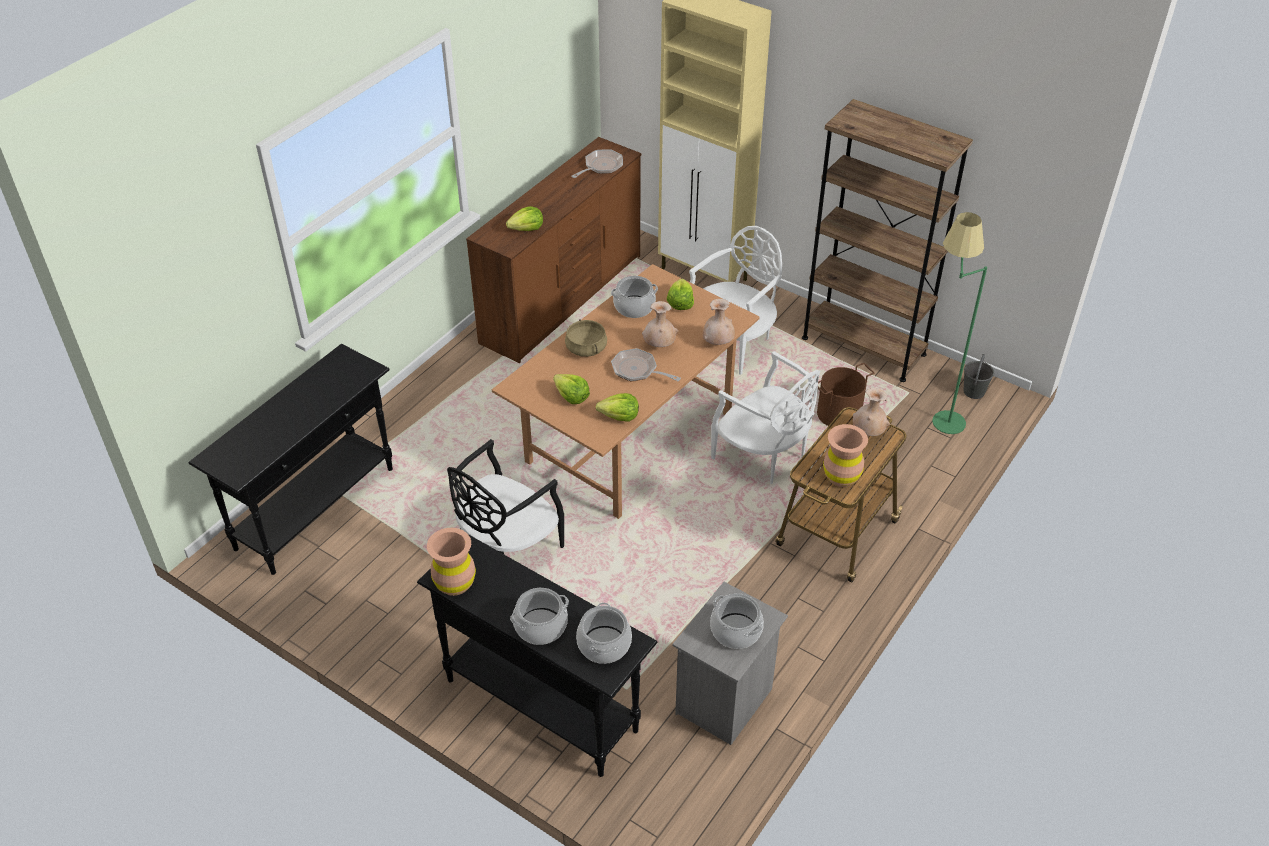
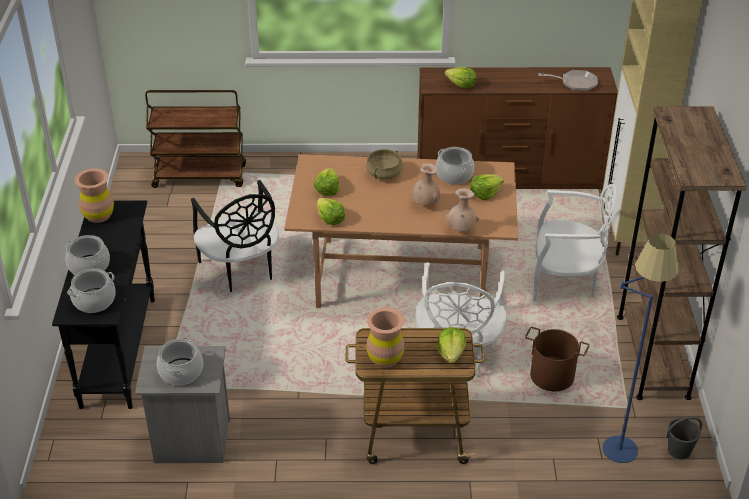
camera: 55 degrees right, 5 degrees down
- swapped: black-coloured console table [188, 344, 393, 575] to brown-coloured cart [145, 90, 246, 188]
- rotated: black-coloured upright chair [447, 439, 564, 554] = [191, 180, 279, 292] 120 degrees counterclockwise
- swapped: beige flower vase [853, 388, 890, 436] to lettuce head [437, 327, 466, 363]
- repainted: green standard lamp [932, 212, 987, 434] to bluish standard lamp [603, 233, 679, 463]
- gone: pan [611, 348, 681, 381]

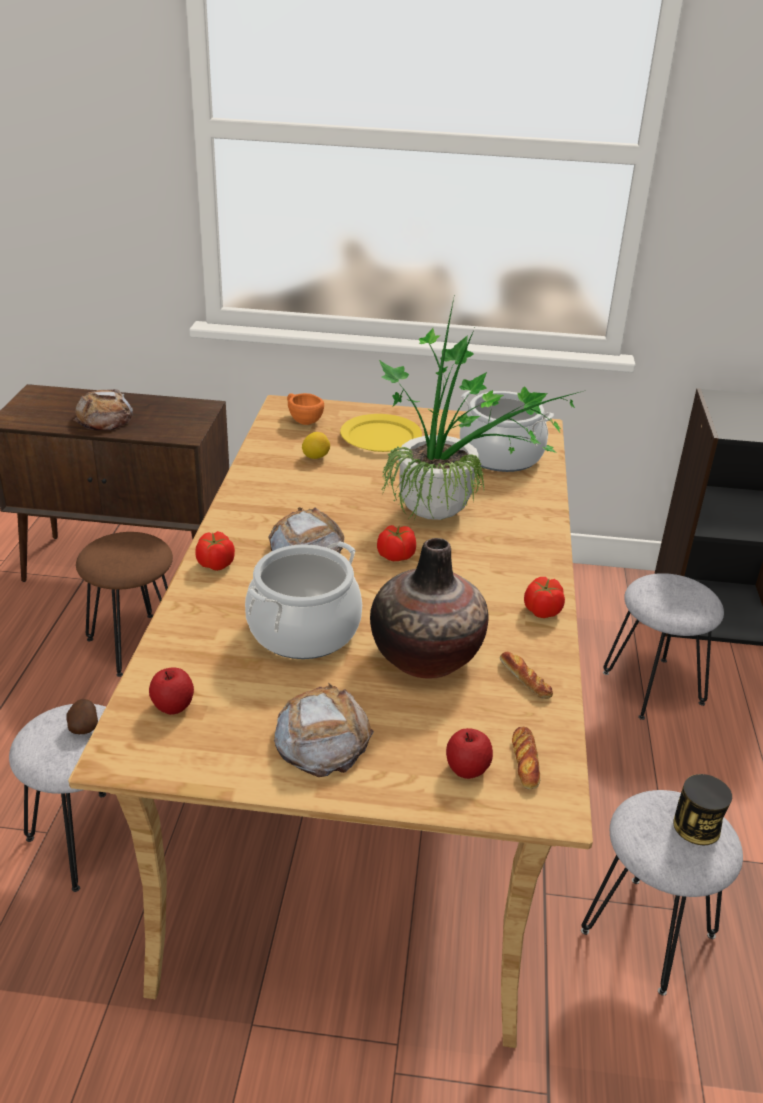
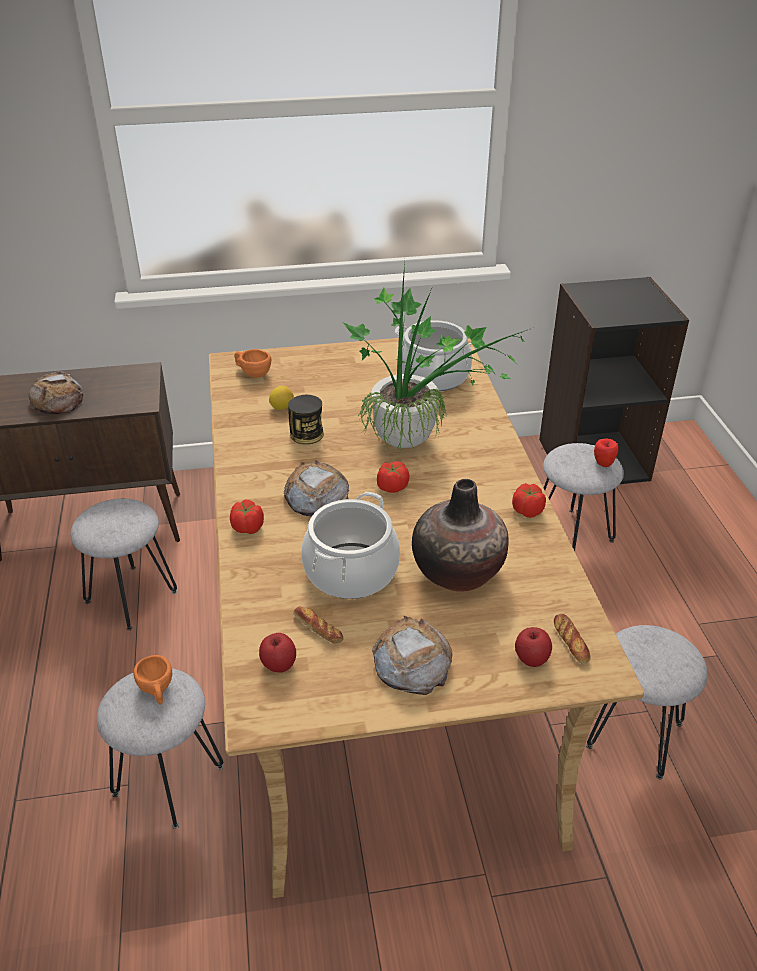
camera: 15 degrees left, 5 degrees up
- repainted: brown-coloured sitting stool [76, 532, 173, 677] to greyish sitting stool [70, 498, 177, 630]
- swapped: whole potato [66, 699, 98, 734] to orange drinking cup [133, 655, 172, 704]
- shifted: metal can [673, 774, 732, 845] to [288, 395, 324, 444]
- shifted: baked bread [500, 652, 553, 699] to [293, 607, 343, 644]
- new: whole apple [594, 438, 619, 467]
- gone: yellow-coloured flat dish [340, 414, 422, 452]

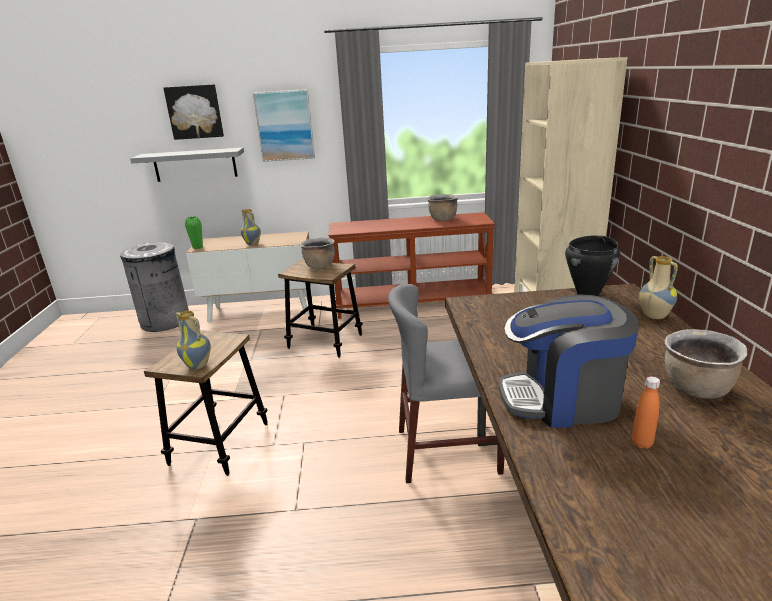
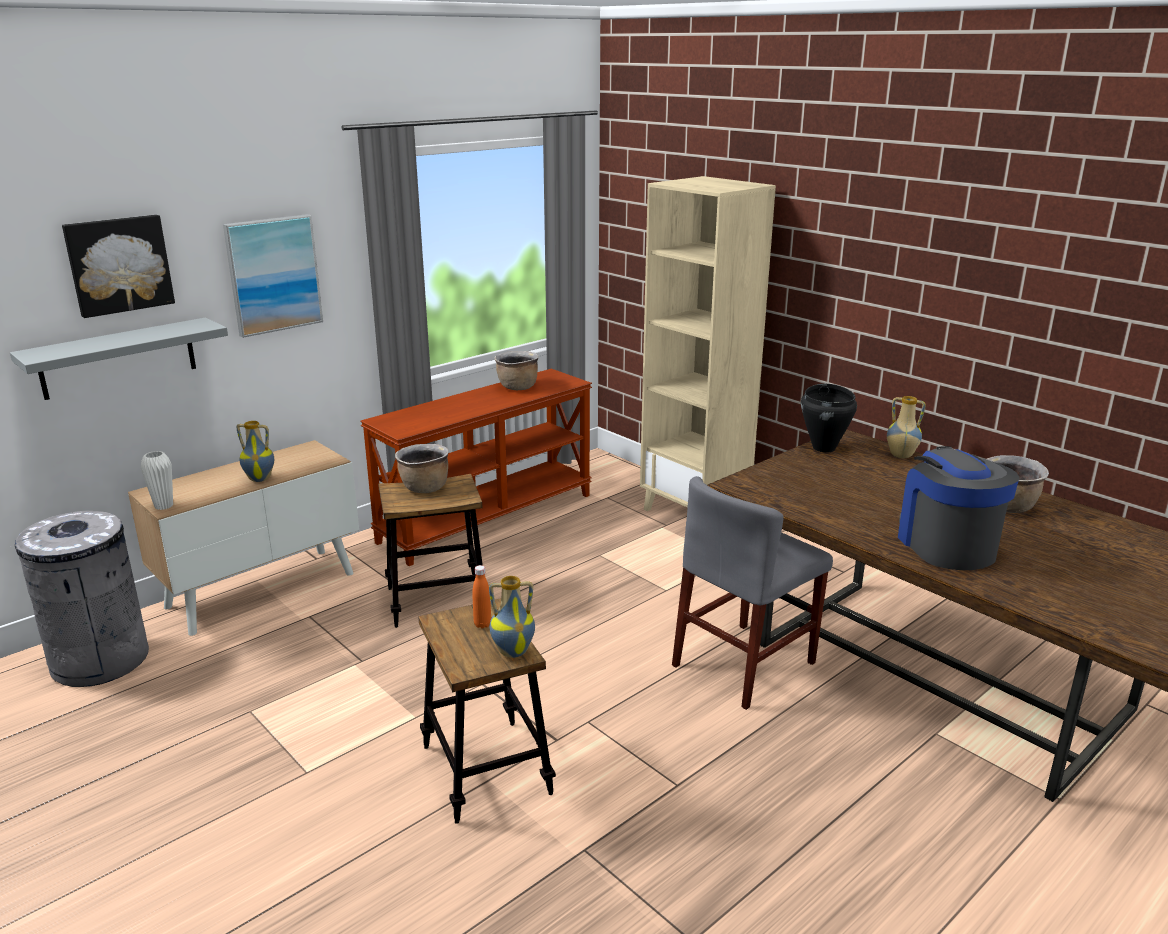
camera: 40 degrees left, 0 degrees up
- repainted: green flower vase [185, 216, 203, 249] to white flower vase [141, 451, 173, 510]
- shifted: orange drink bottle [632, 376, 660, 449] to [472, 565, 491, 628]
- rotated: coffee maker [499, 295, 639, 428] = [898, 446, 1020, 570] 120 degrees clockwise

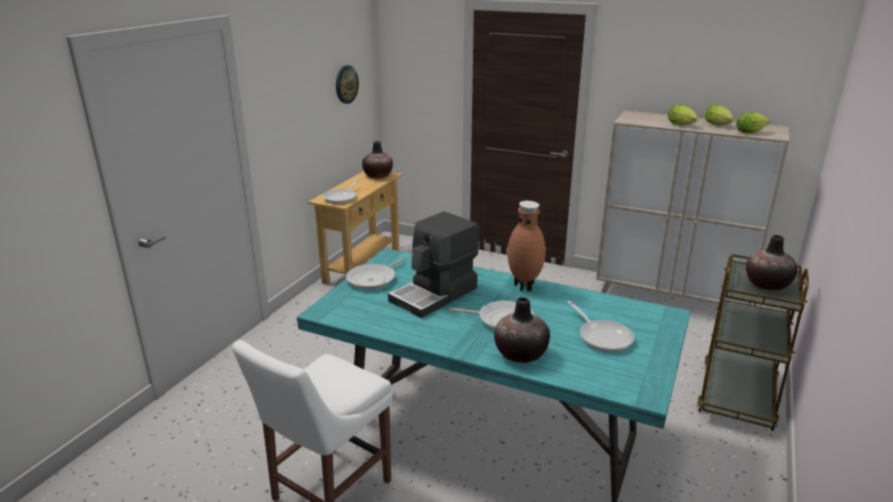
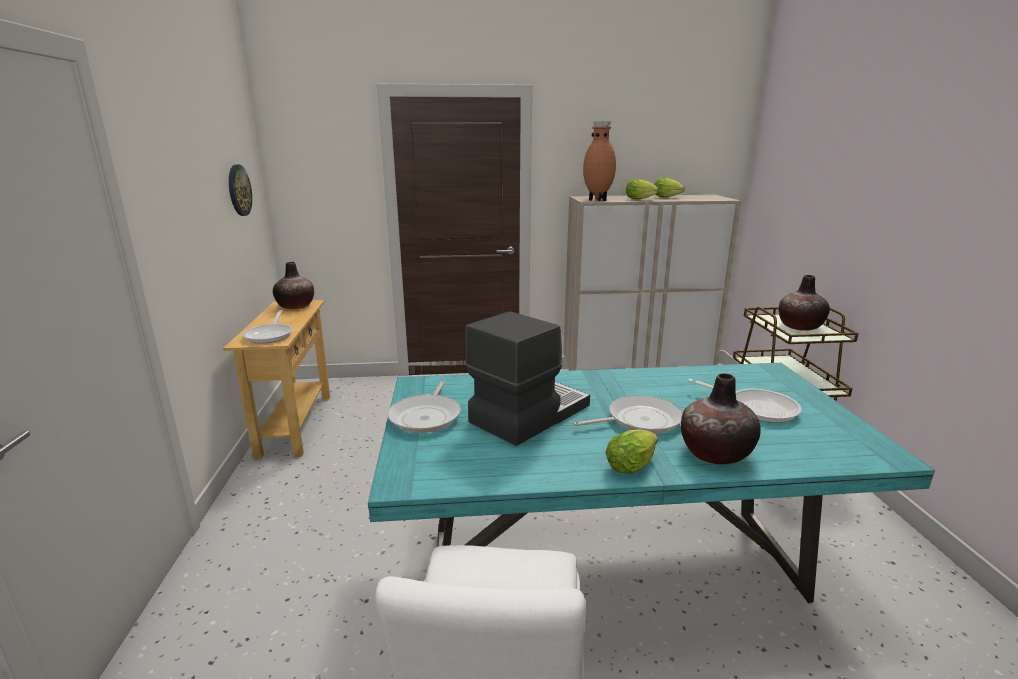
camera: 30 degrees left, 5 degrees down
- rotated: coffee maker [388, 211, 479, 318] = [465, 312, 590, 446] 150 degrees counterclockwise
- shifted: brown-coloured flower vase [508, 201, 546, 291] to [583, 121, 616, 201]
- shifted: lettuce head [736, 112, 770, 133] to [605, 429, 658, 474]

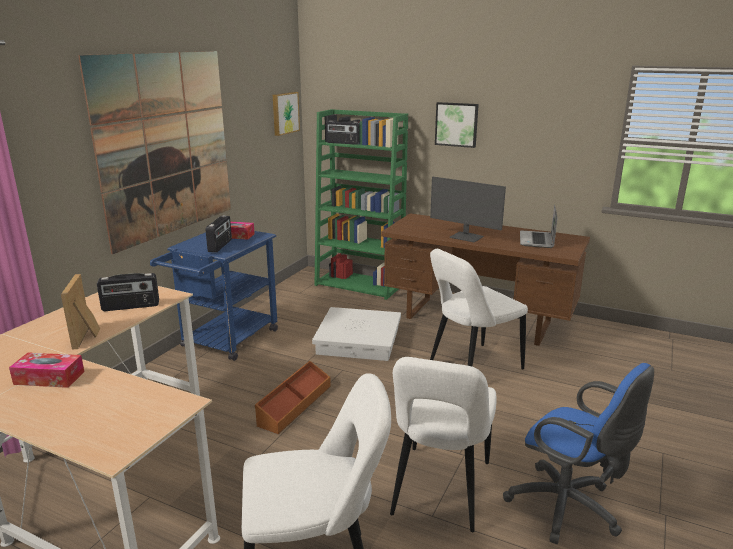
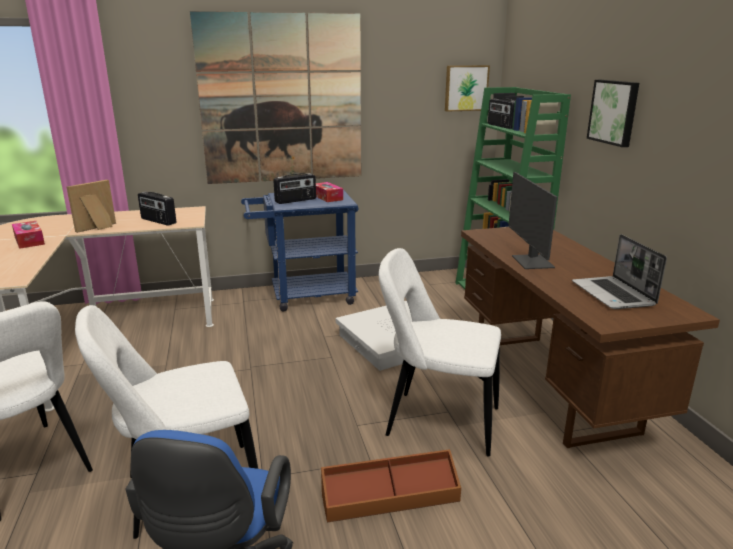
camera: 50 degrees right, 0 degrees up
- shifted: brown-coloured storage box [255, 361, 331, 434] to [321, 449, 461, 522]
- rotated: notebook computer [520, 205, 558, 248] = [572, 234, 667, 309] 75 degrees counterclockwise

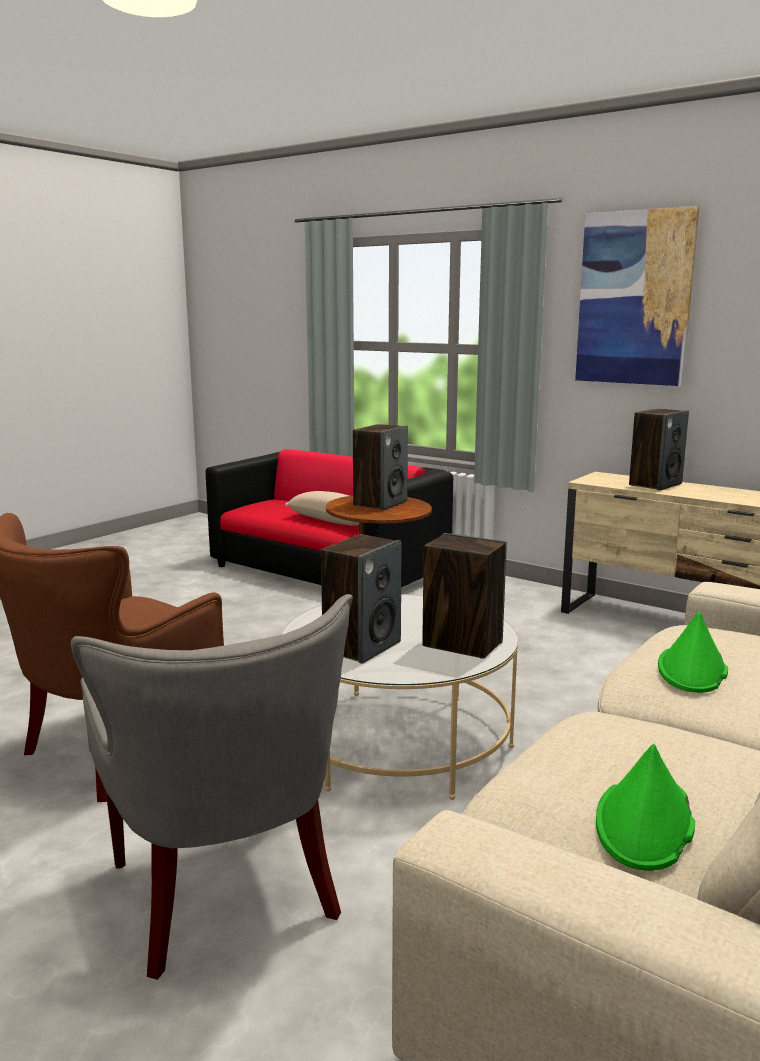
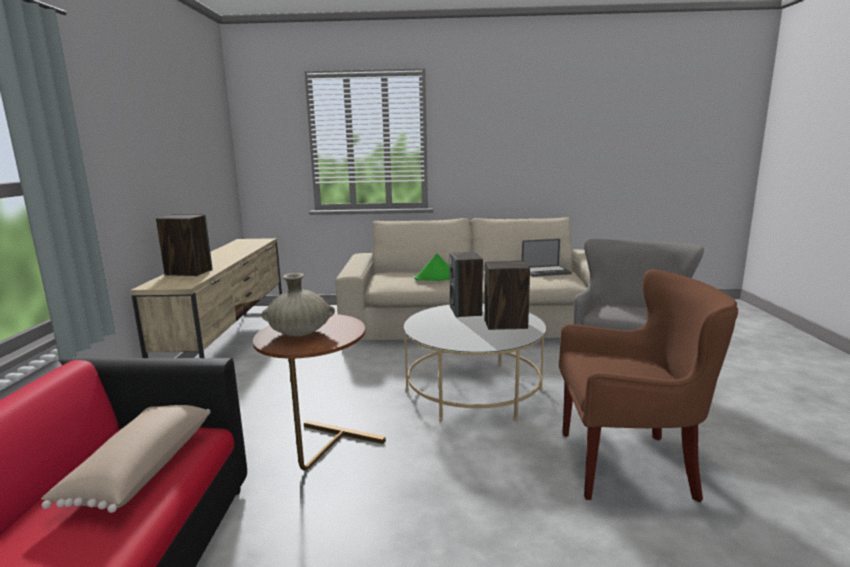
camera: 125 degrees left, 0 degrees up
- swapped: audio speaker [353, 424, 408, 511] to beige flower vase [261, 273, 335, 336]
- swapped: green hat [596, 744, 695, 871] to notebook computer [522, 239, 572, 277]
- gone: picture [575, 206, 700, 386]

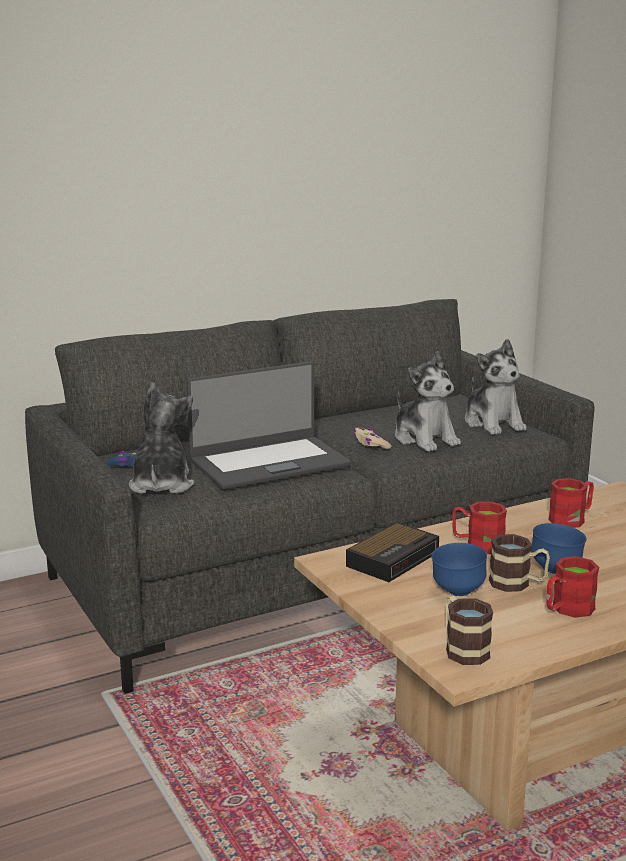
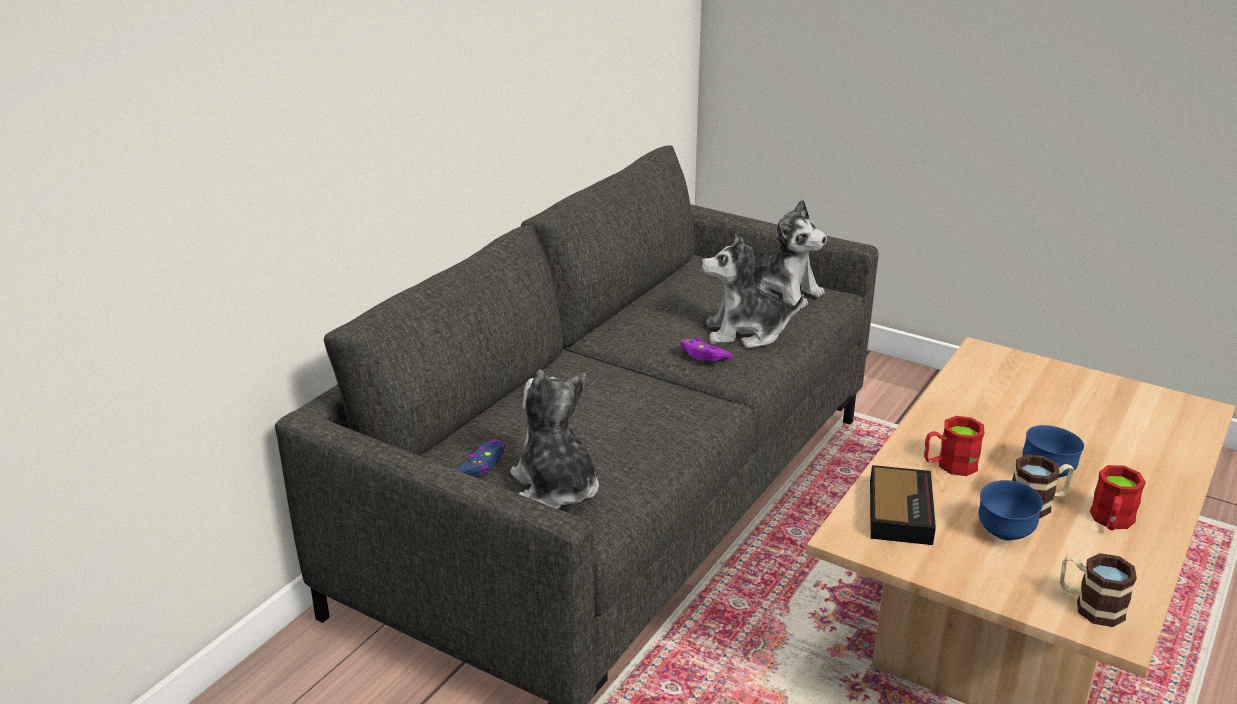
camera: 30 degrees left, 10 degrees up
- repainted: beige gamepad [354, 427, 391, 449] to purple gamepad [680, 337, 733, 361]
- rotated: plush toy [395, 351, 461, 452] = [701, 234, 804, 348] 150 degrees clockwise
- gone: notebook computer [186, 361, 351, 490]
- gone: red-coloured tea mug [548, 478, 594, 528]

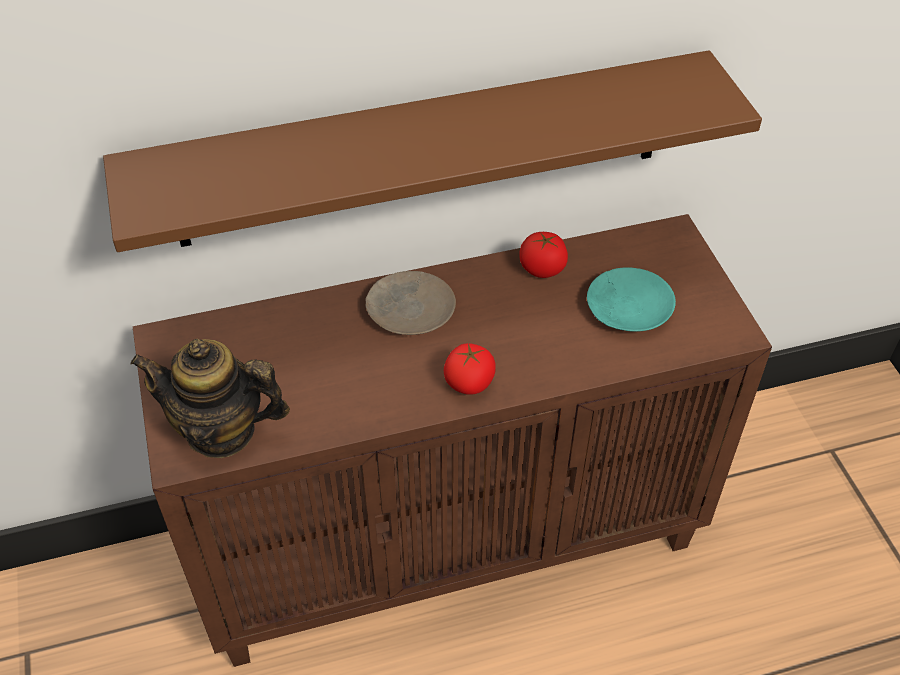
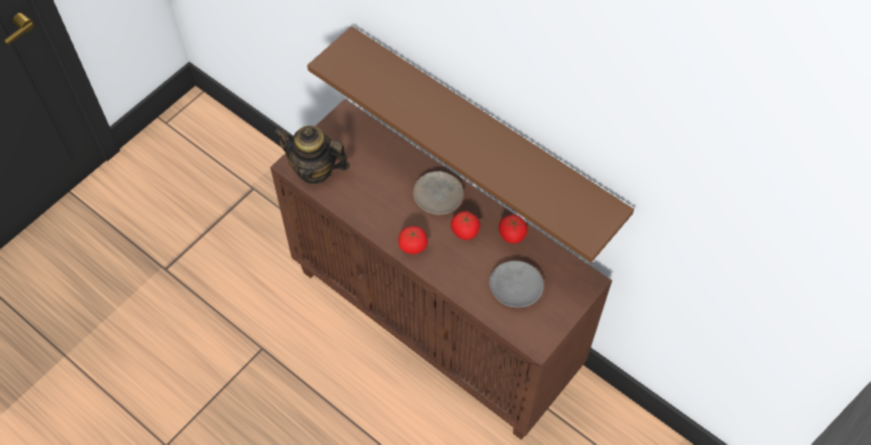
camera: 55 degrees right, 10 degrees up
- rotated: pot for tea [131, 339, 290, 458] = [274, 126, 350, 185] 45 degrees counterclockwise
- new: fresh tomato [451, 211, 480, 240]
- repainted: turquoise-coloured flat dish [587, 267, 676, 332] to greyish flat dish [489, 261, 544, 308]

